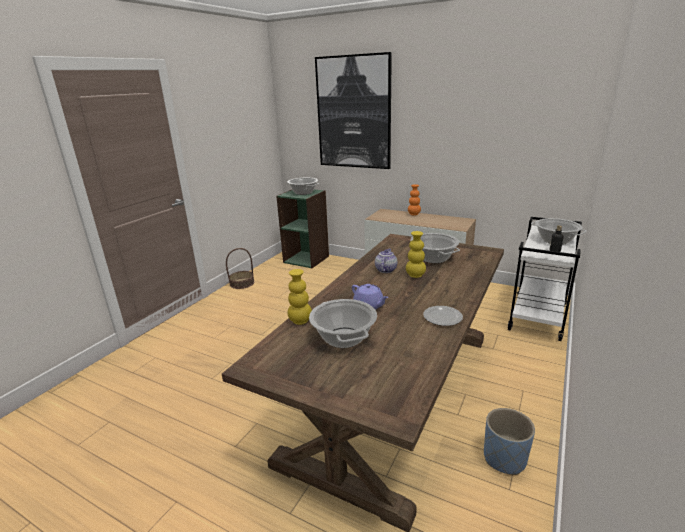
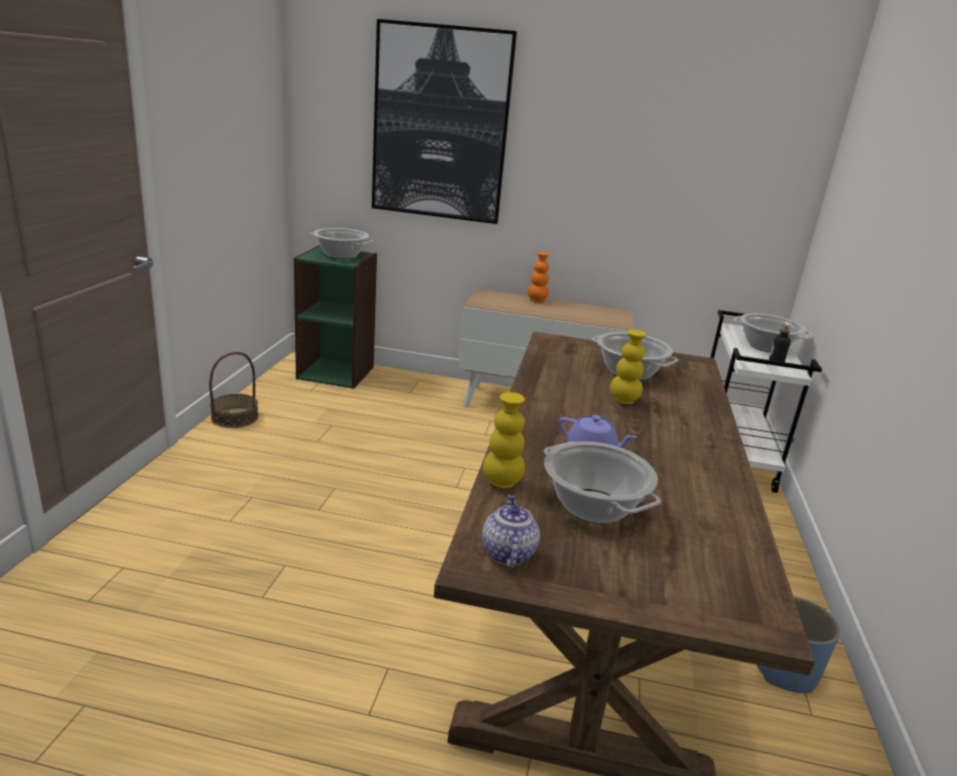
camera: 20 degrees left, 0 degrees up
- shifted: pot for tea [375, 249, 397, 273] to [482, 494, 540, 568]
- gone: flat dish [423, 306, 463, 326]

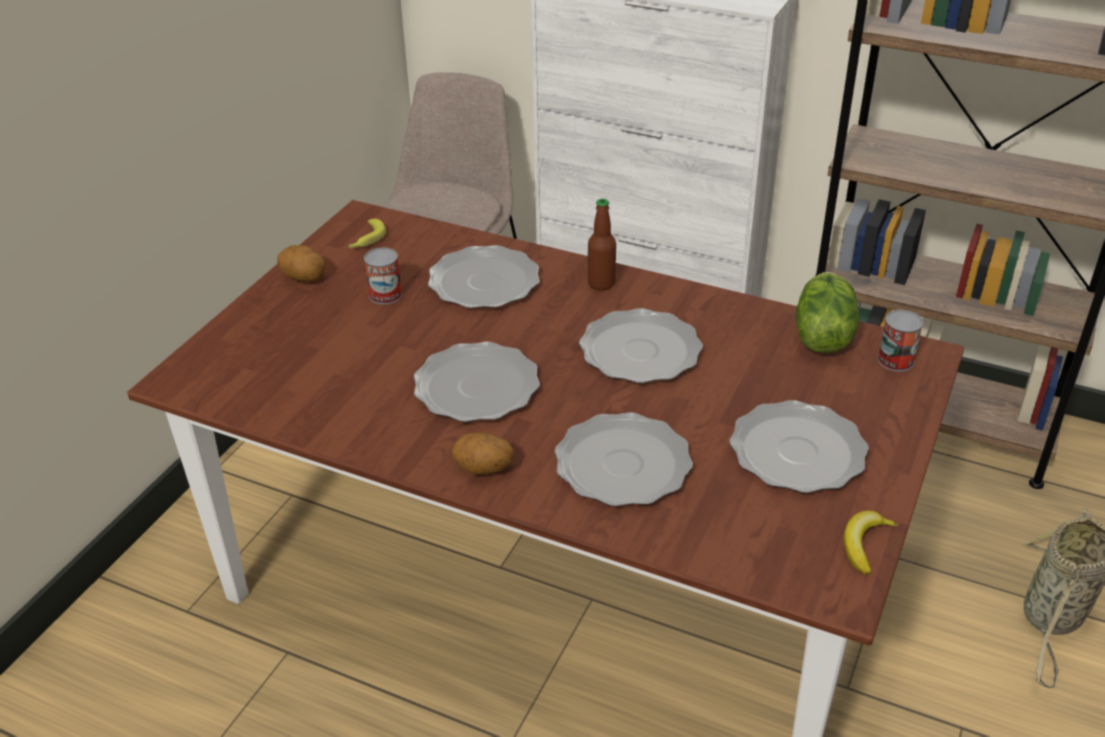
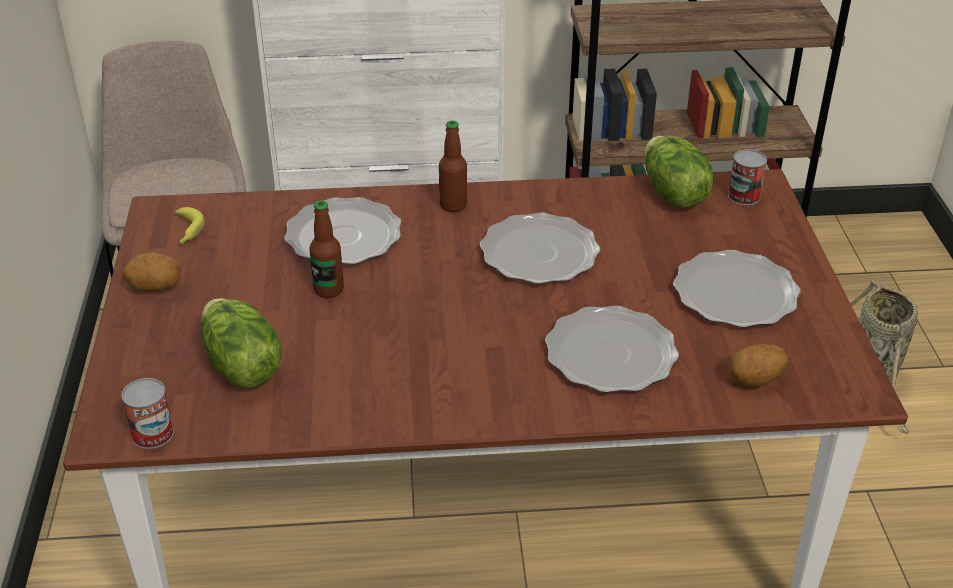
camera: 30 degrees left, 0 degrees up
- shifted: metal can [364, 248, 402, 304] to [122, 378, 174, 449]
- new: lettuce head [200, 298, 282, 388]
- new: drink bottle [309, 201, 344, 298]
- shifted: whole potato [452, 433, 514, 474] to [729, 344, 789, 386]
- gone: flat dish [414, 342, 540, 422]
- gone: banana fruit [843, 510, 898, 575]

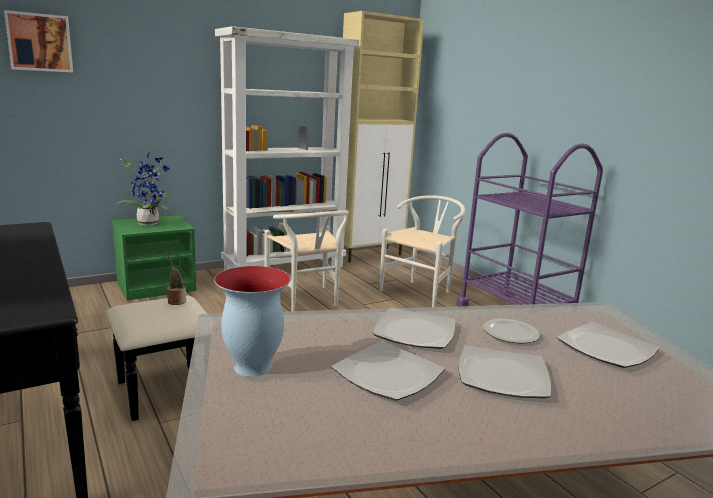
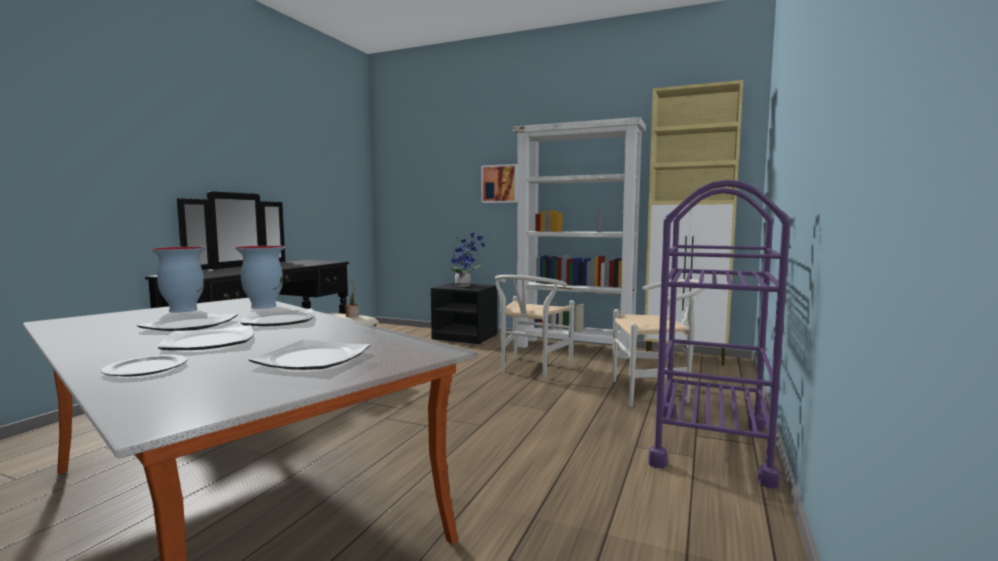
camera: 55 degrees right, 10 degrees down
- shifted: flat dish [483, 319, 540, 344] to [101, 354, 187, 377]
- new: flower vase [235, 246, 285, 309]
- repainted: green night table [112, 215, 196, 301] to black-coloured night table [431, 283, 498, 344]
- shifted: picture [4, 10, 73, 72] to [481, 164, 518, 203]

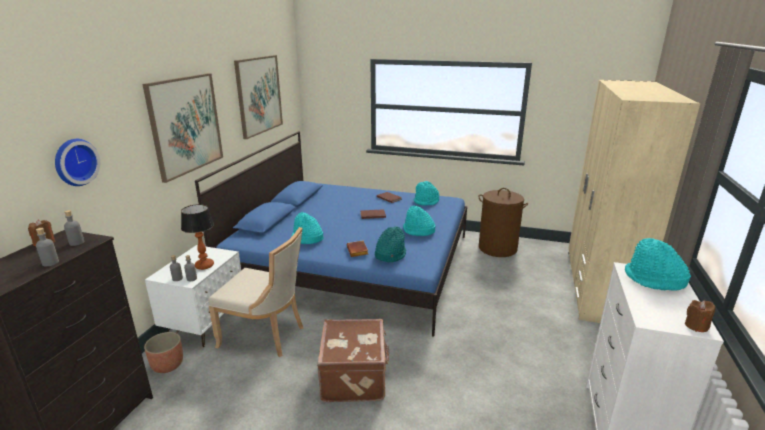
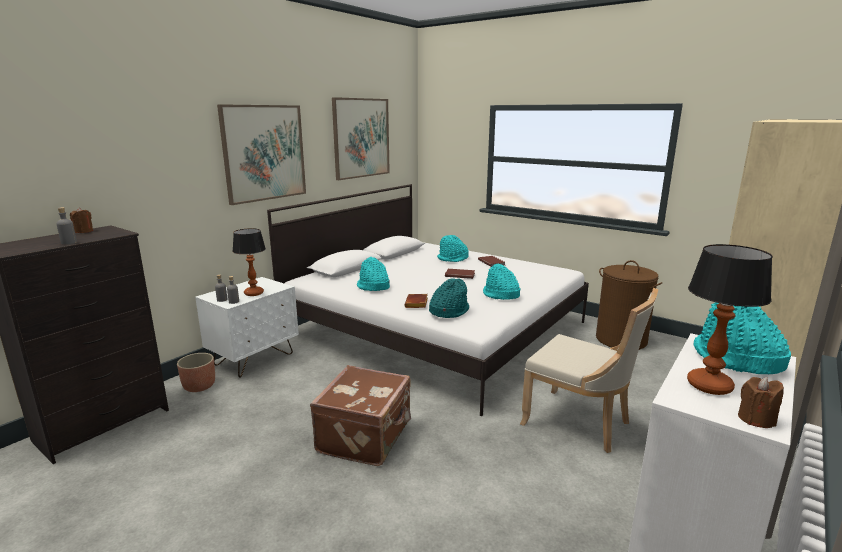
camera: 20 degrees right, 5 degrees down
- repainted: bluish bed [195, 131, 467, 337] to white bed [267, 184, 589, 416]
- shifted: turquoise-coloured hat [414, 181, 439, 206] to [437, 235, 469, 262]
- shifted: beige upright chair [208, 227, 304, 357] to [520, 288, 658, 453]
- new: lamp for a table [687, 244, 773, 395]
- gone: hanging clock [55, 139, 100, 186]
- gone: greyish drink bottle [64, 210, 84, 246]

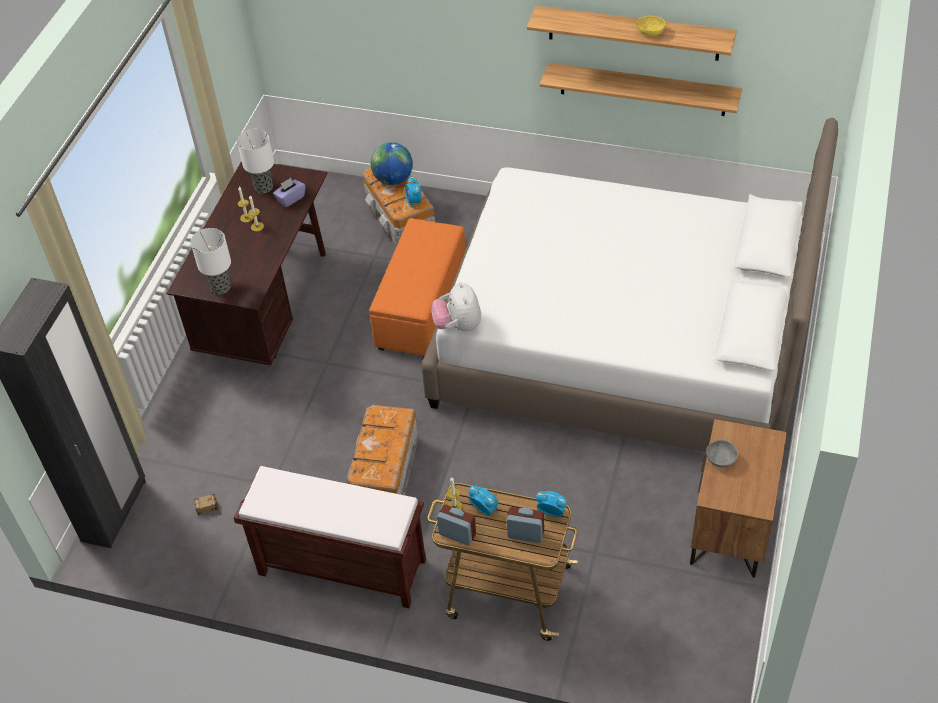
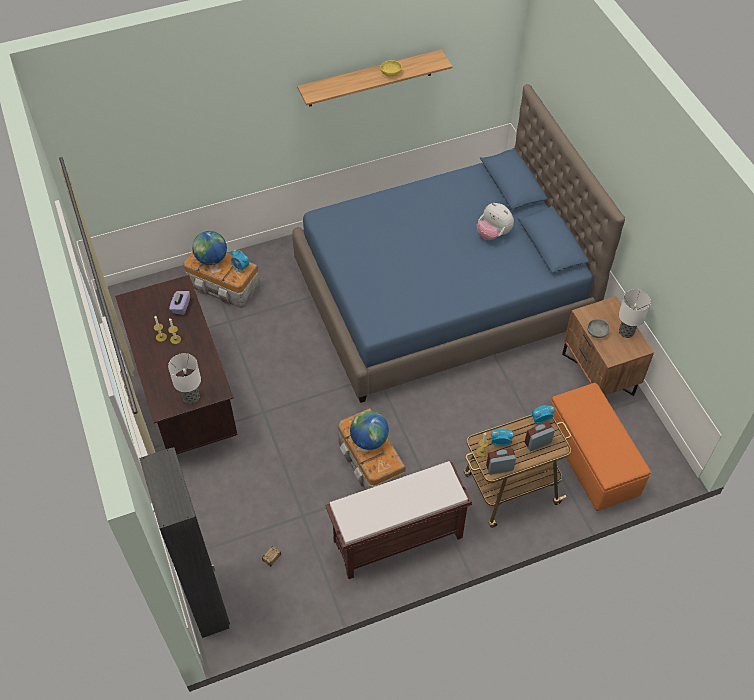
camera: 40 degrees left, 5 degrees up
- repainted: white bed [422, 118, 838, 452] to bluish bed [292, 84, 625, 403]
- new: world globe [350, 411, 389, 450]
- shifted: plush toy [432, 282, 481, 331] to [477, 203, 514, 240]
- shifted: orange footrest [369, 218, 466, 357] to [550, 383, 651, 511]
- shifted: lamp for a table [237, 129, 274, 193] to [619, 289, 651, 338]
- gone: bracket shelf [540, 63, 742, 116]

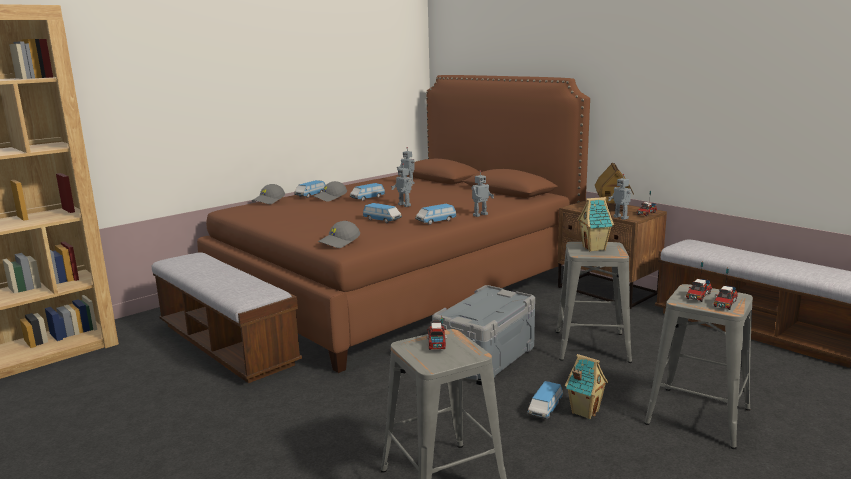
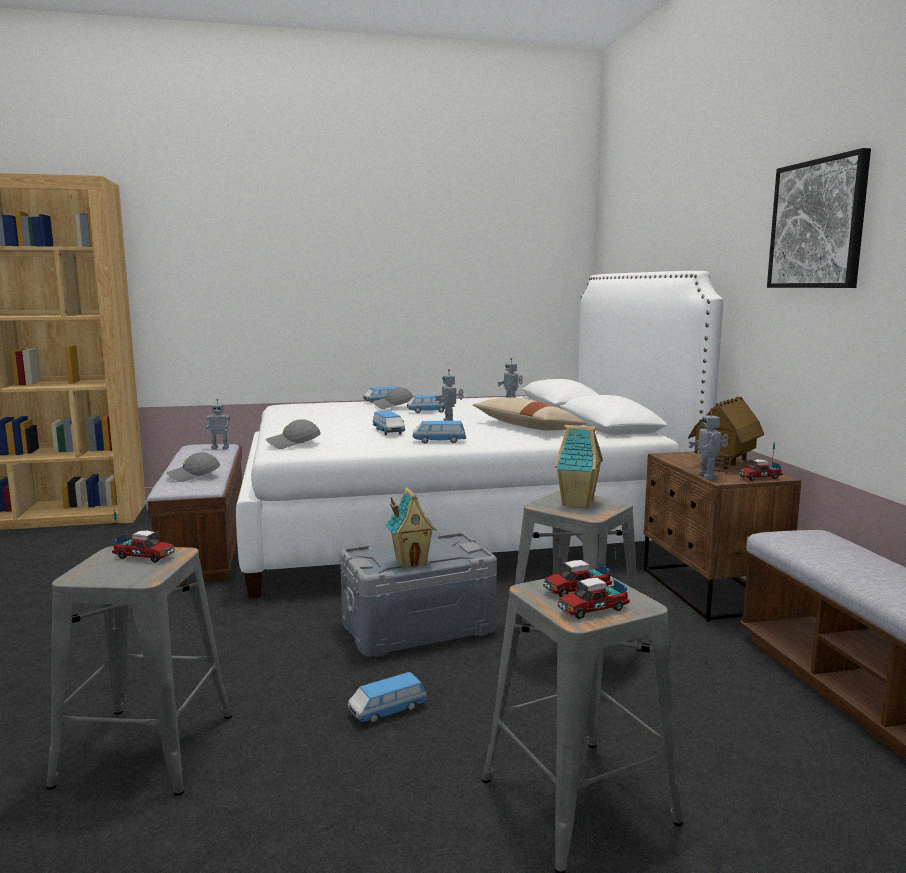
camera: 30 degrees right, 5 degrees down
- rotated: toy truck [427, 318, 447, 350] = [112, 510, 175, 563] 75 degrees clockwise
- shifted: greyish baseball cap [252, 184, 285, 204] to [166, 452, 220, 482]
- shifted: toy robot [471, 170, 494, 217] to [206, 399, 230, 449]
- repainted: brown-coloured bed [197, 75, 590, 373] to white bed [236, 271, 723, 598]
- shifted: miniature house [565, 354, 608, 419] to [386, 488, 436, 568]
- new: beige pillow [473, 397, 587, 431]
- new: picture [767, 148, 871, 288]

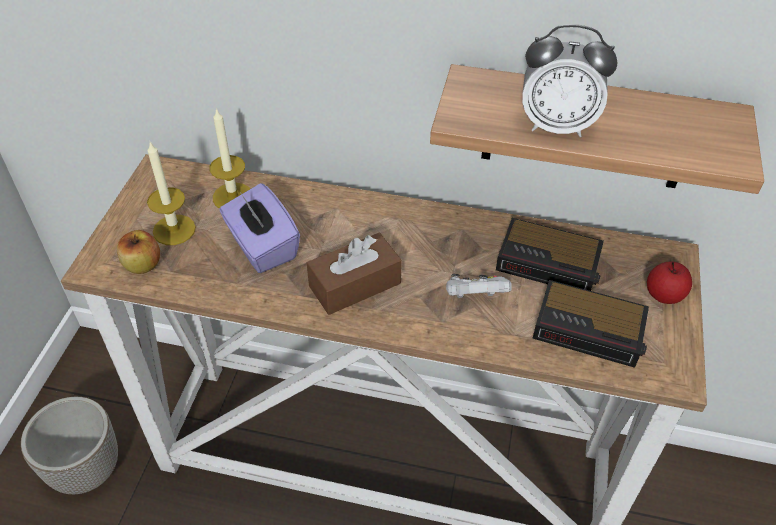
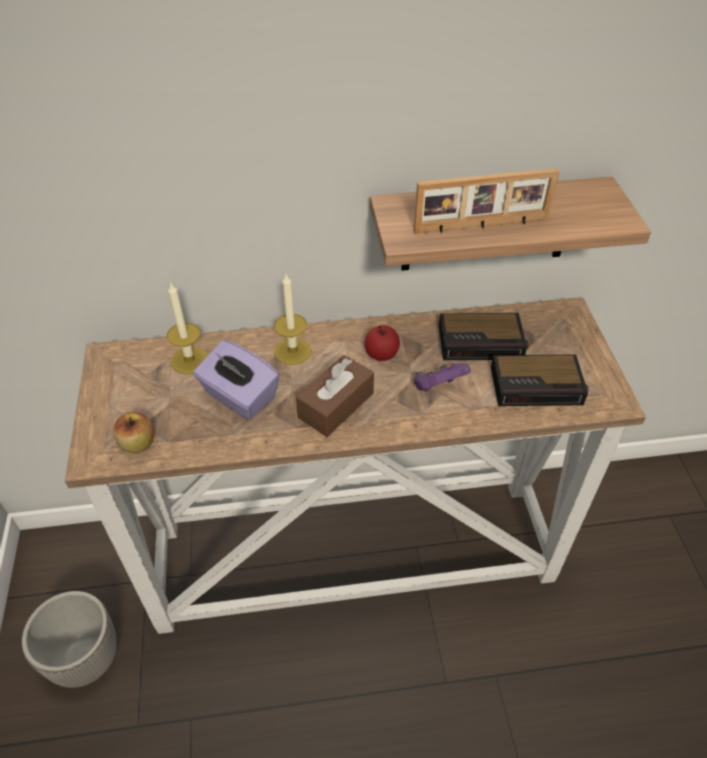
camera: 20 degrees left, 0 degrees up
- shifted: wax light [147, 142, 196, 245] to [274, 274, 312, 365]
- shifted: whole apple [647, 261, 692, 304] to [364, 325, 400, 361]
- swapped: alarm clock [522, 24, 618, 137] to picture frame [414, 168, 559, 234]
- repainted: white gamepad [446, 274, 512, 298] to purple gamepad [414, 363, 471, 391]

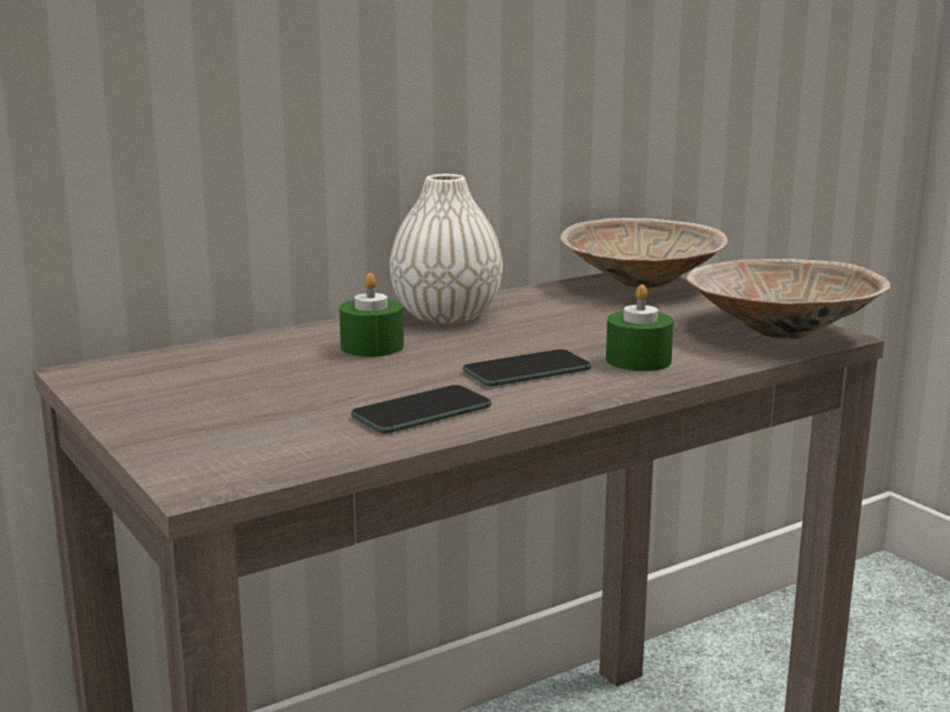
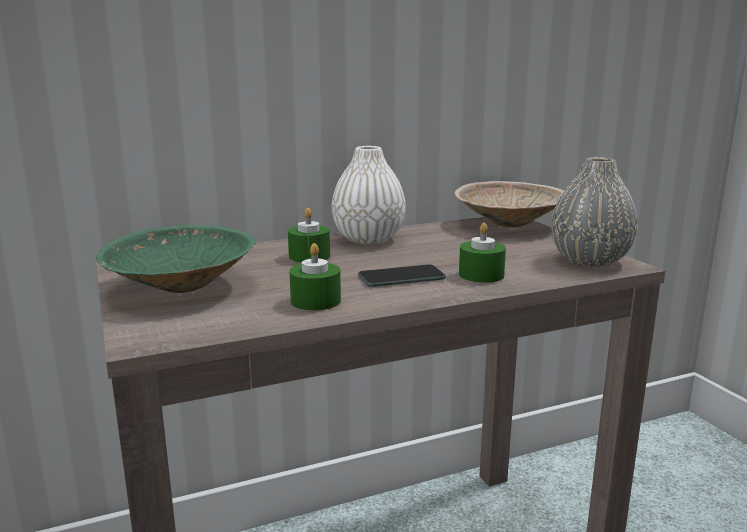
camera: 10 degrees right, 0 degrees up
- new: green serving bowl [96, 225, 255, 293]
- swapped: phone [351, 385, 492, 433] to green wax light [289, 243, 341, 311]
- swapped: beige serving bowl [686, 259, 891, 339] to greyish flower vase [551, 157, 638, 267]

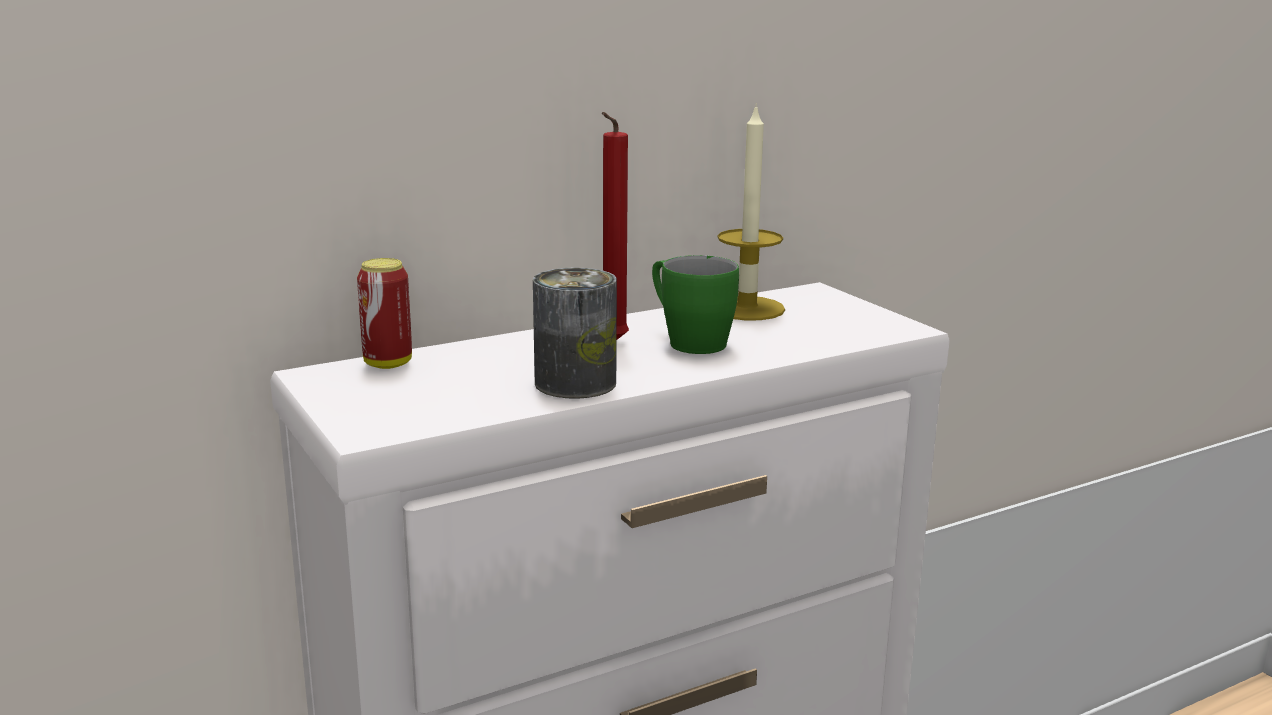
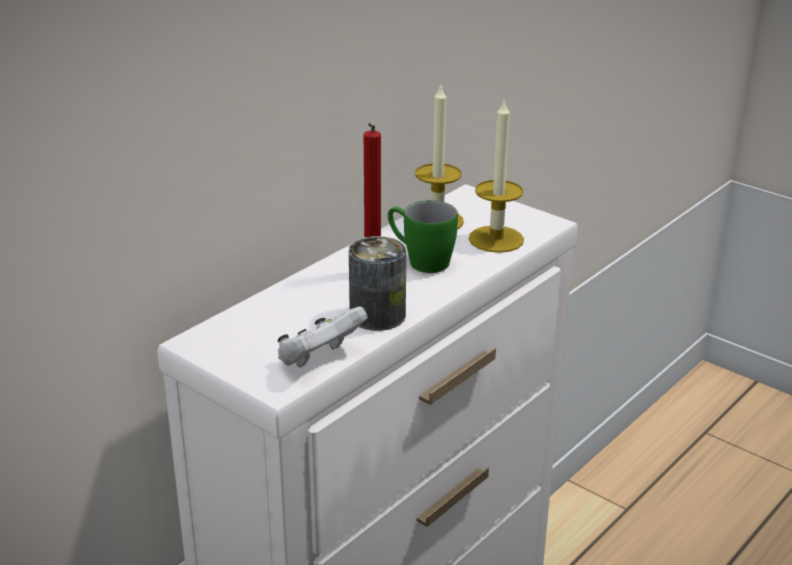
camera: 20 degrees left, 10 degrees up
- new: white gamepad [278, 307, 368, 367]
- new: wax light [469, 98, 524, 253]
- gone: metal can [357, 258, 412, 369]

